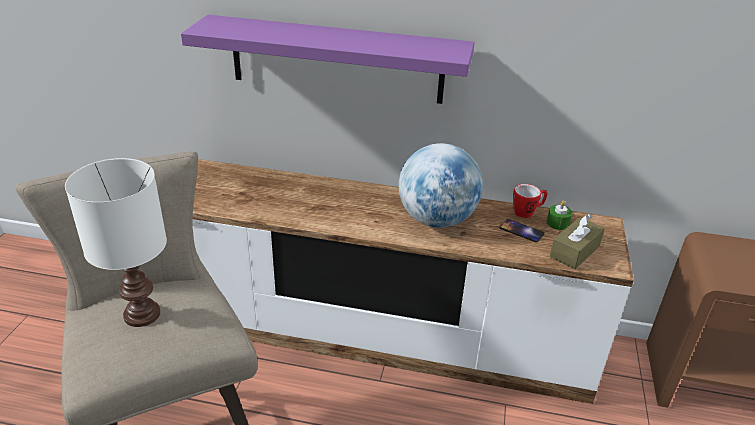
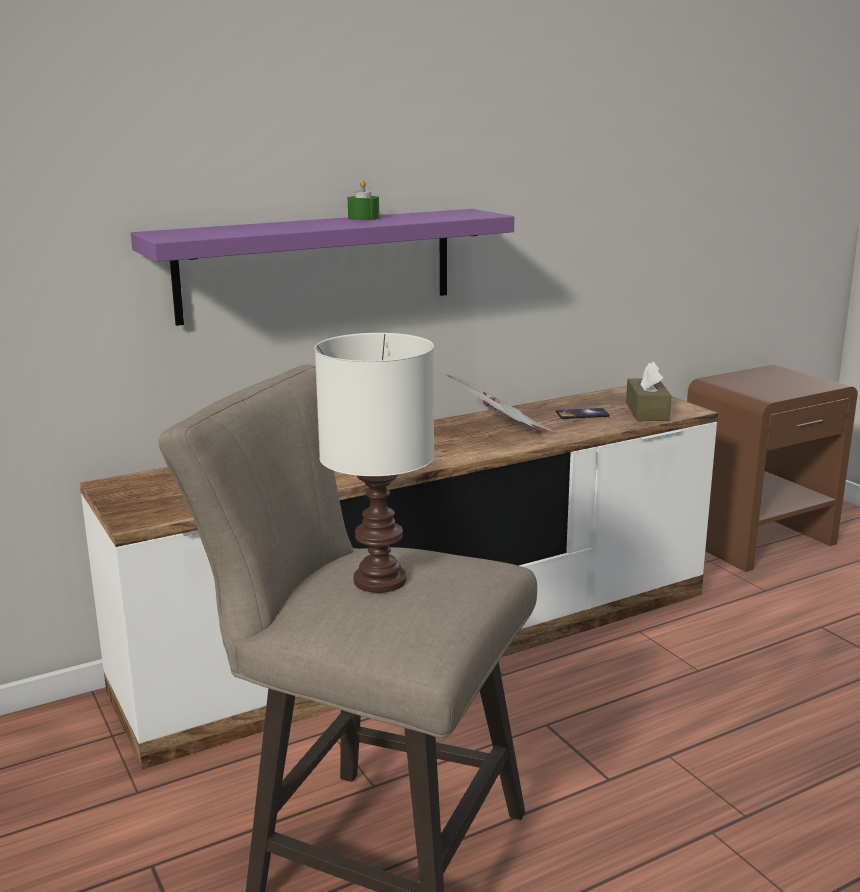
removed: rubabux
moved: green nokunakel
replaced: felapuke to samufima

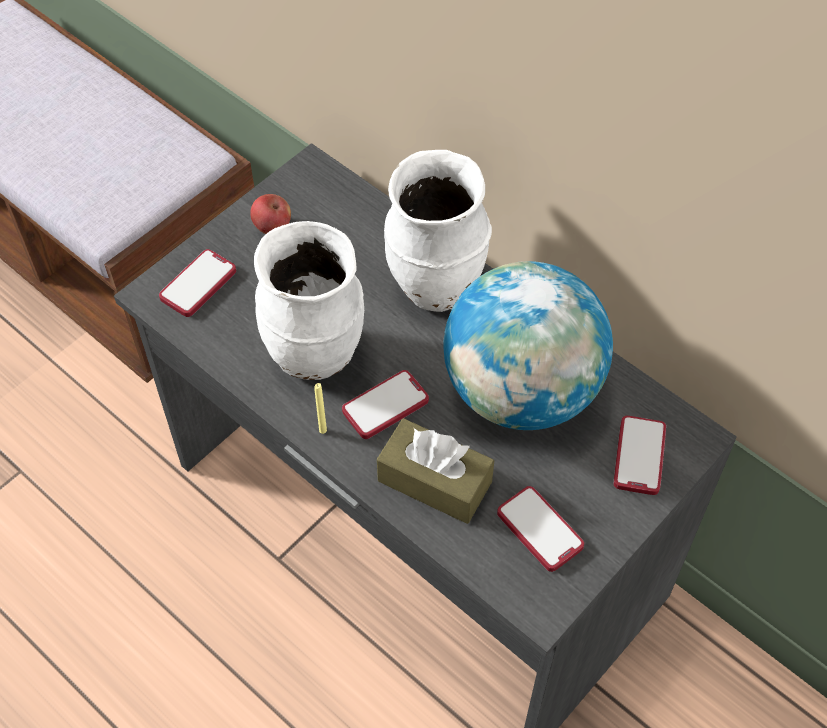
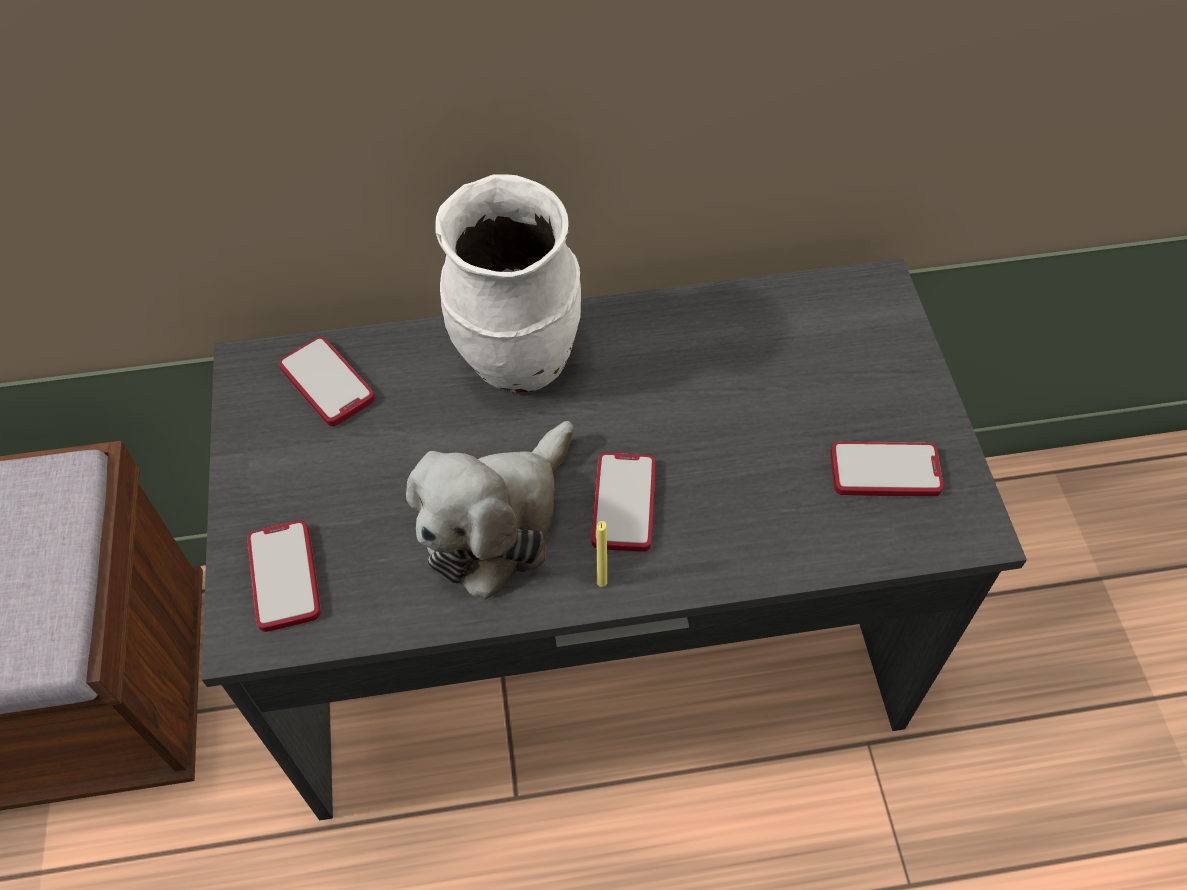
removed: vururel; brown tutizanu; felapuke
moved: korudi (4th from left in the first image) to korudi (2nd from left)
replaced: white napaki (1st from left) to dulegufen

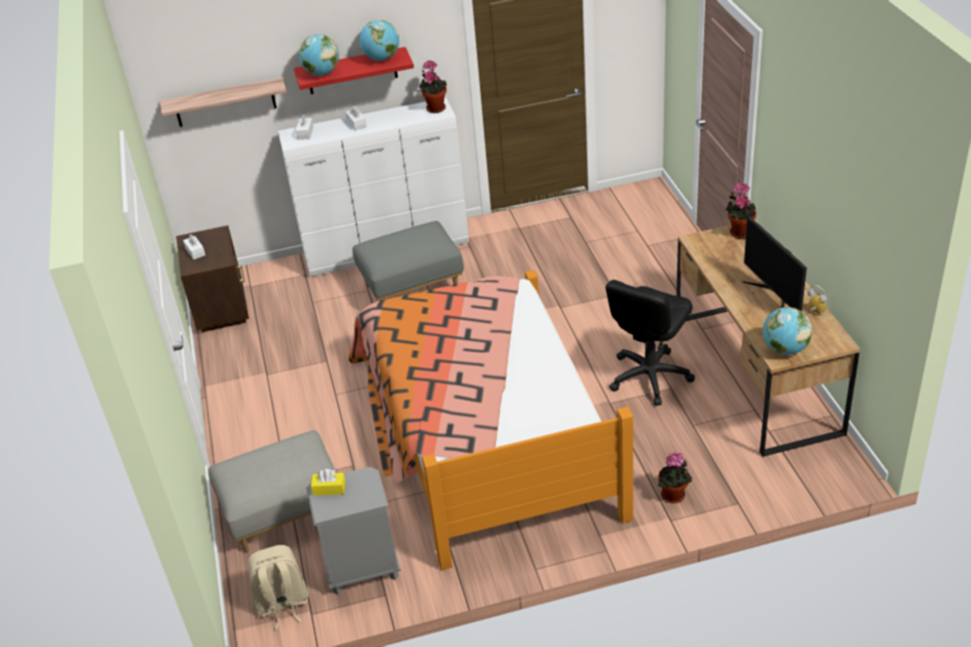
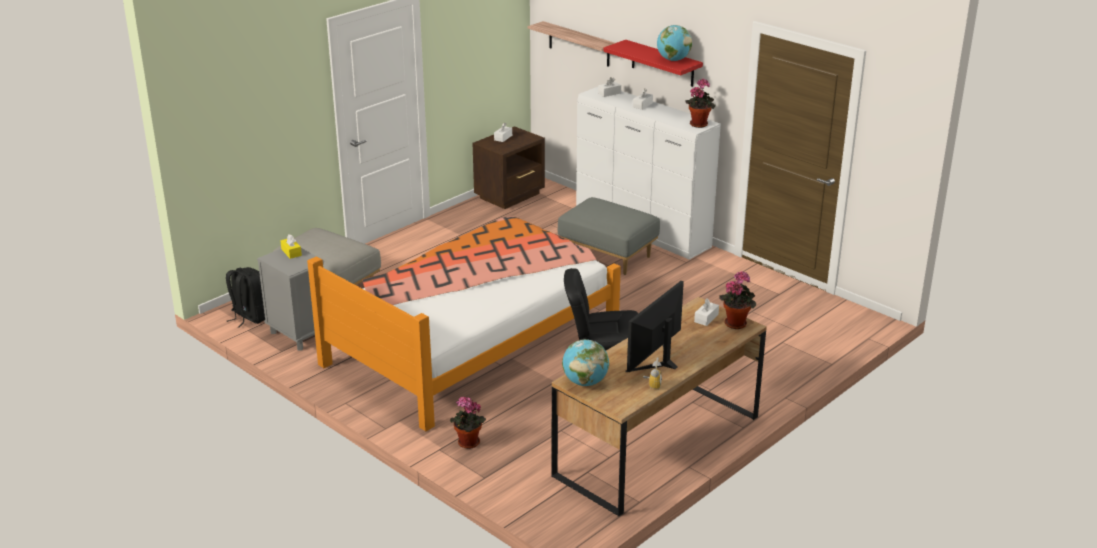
removed: felapuke (1st from left)
added: white tutizanu (4th from left)
recoloured: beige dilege to black dilege

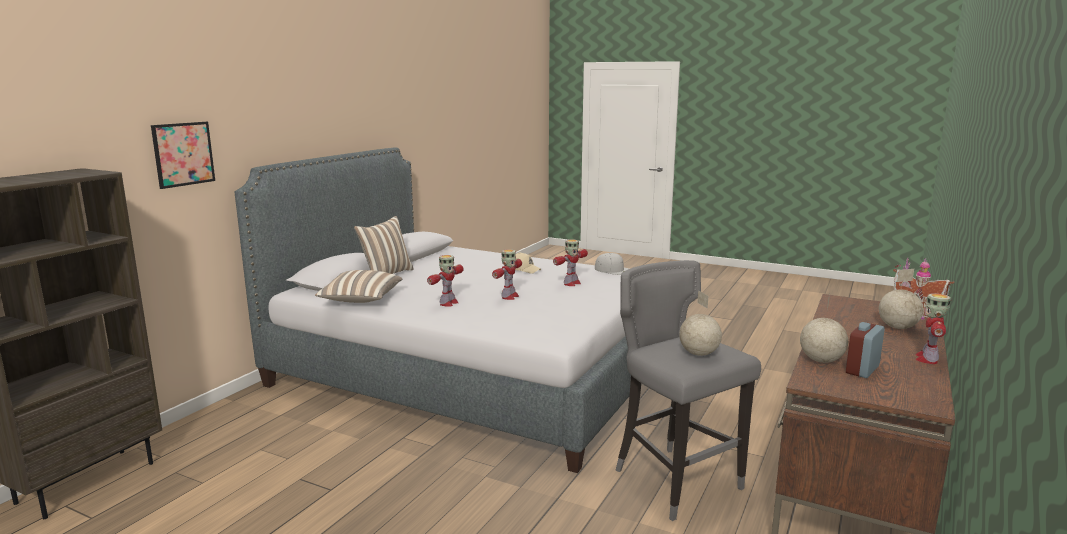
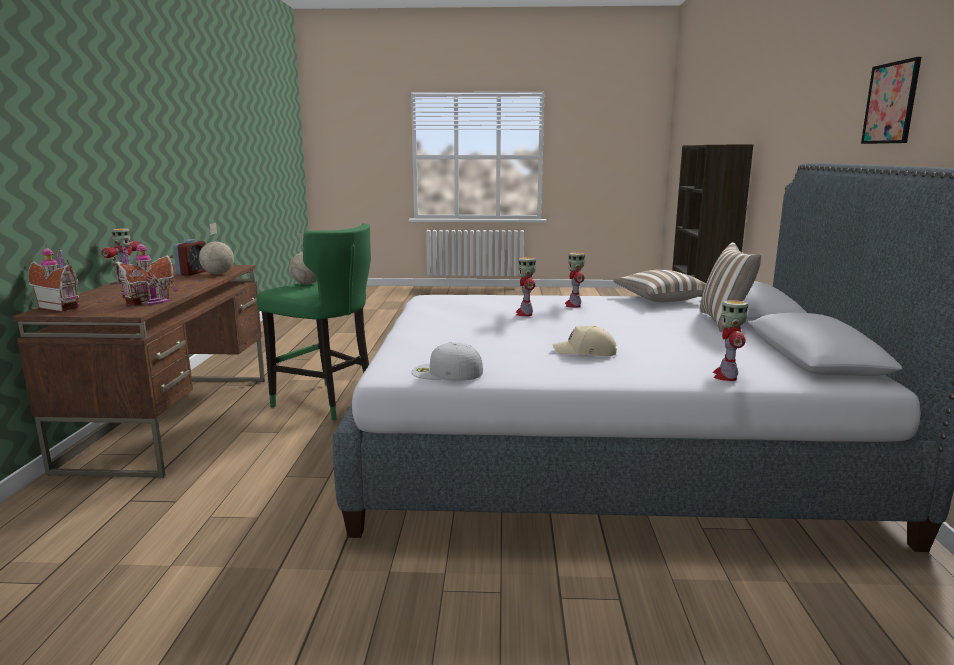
removed: felapuke (3rd from left)
added: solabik (2nd from left)
moved: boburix; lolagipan (3rd from left in the first image) to lolagipan (4th from left)
recoloured: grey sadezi to green sadezi

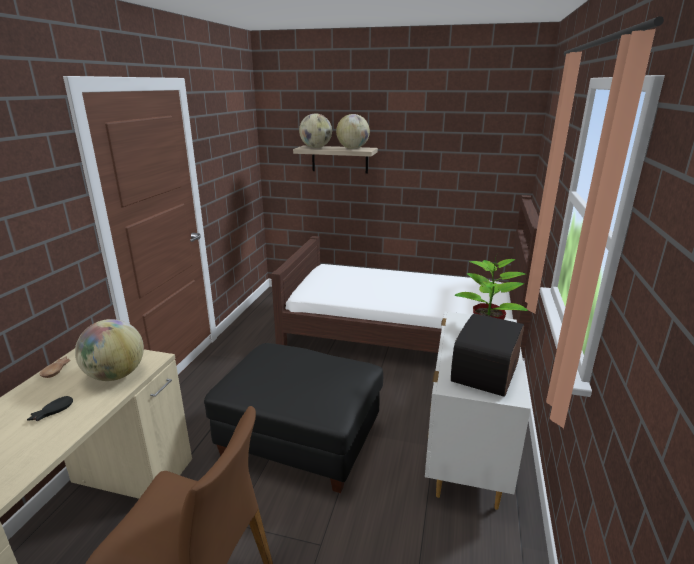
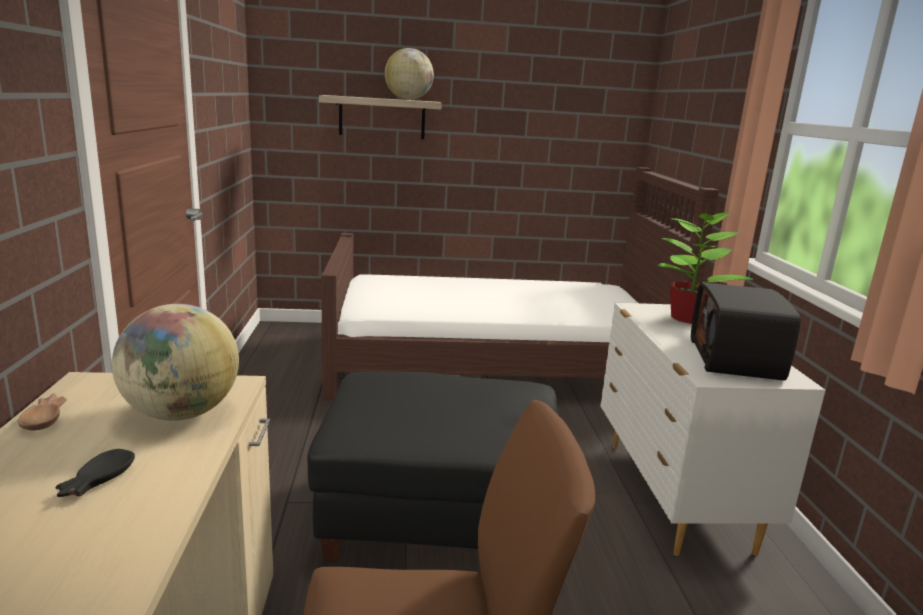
removed: felapuke (2nd from left)

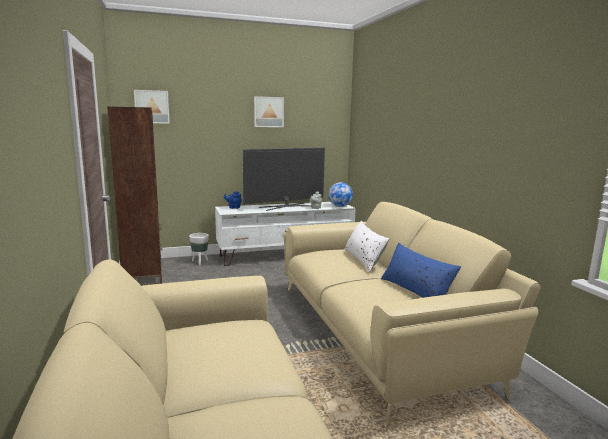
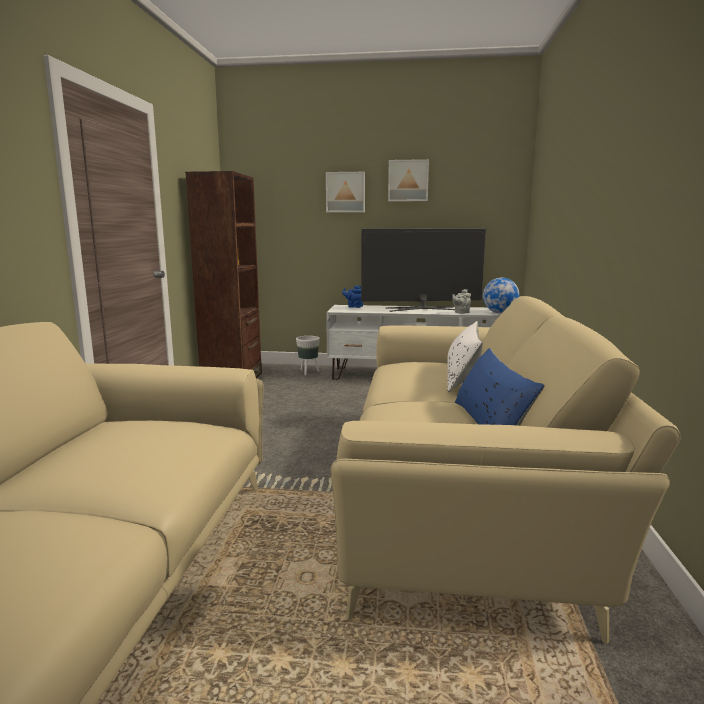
moved: boburix (1st from left)

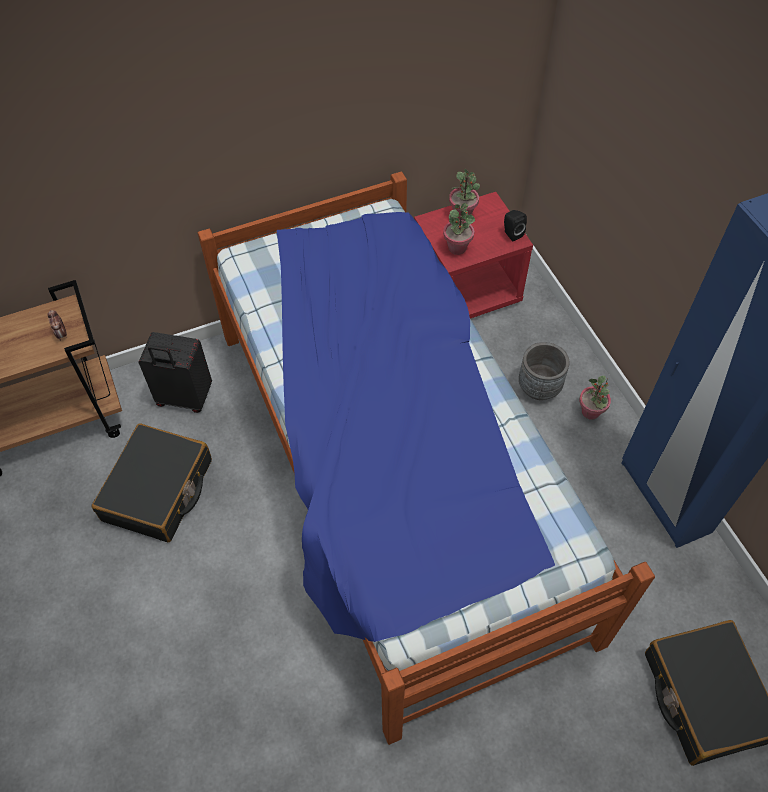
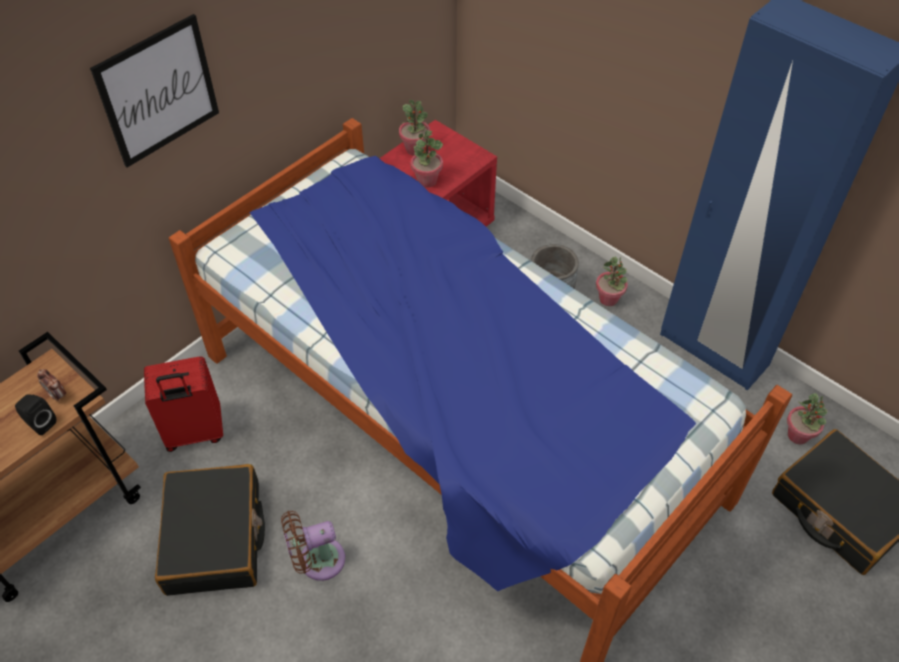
added: boburix; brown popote; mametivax (4th from left)
moved: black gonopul
recoloured: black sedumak (2nd from left) to red sedumak

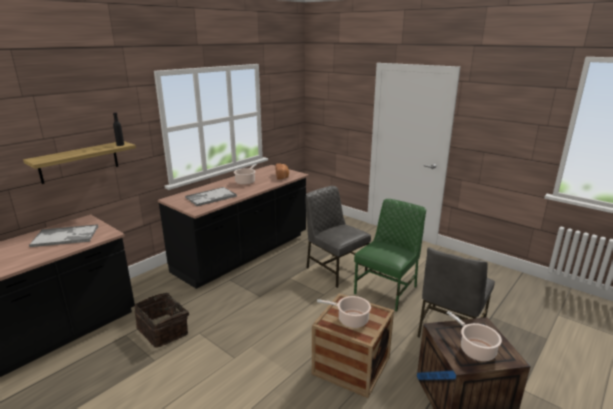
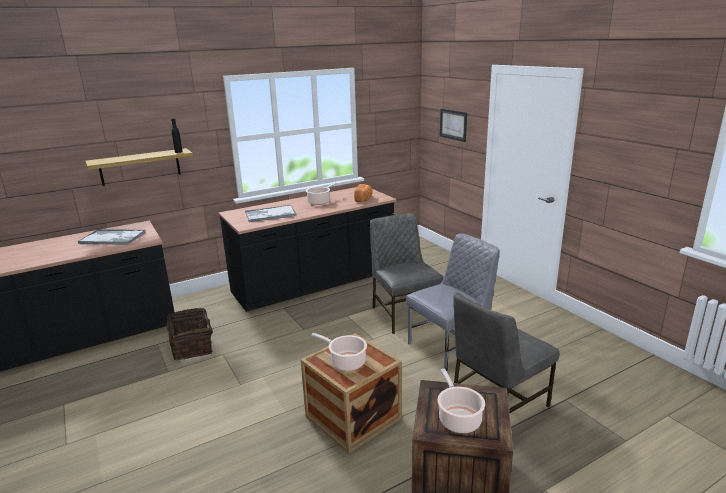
added: boburix
recoloured: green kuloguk to grey kuloguk (2nd from left)

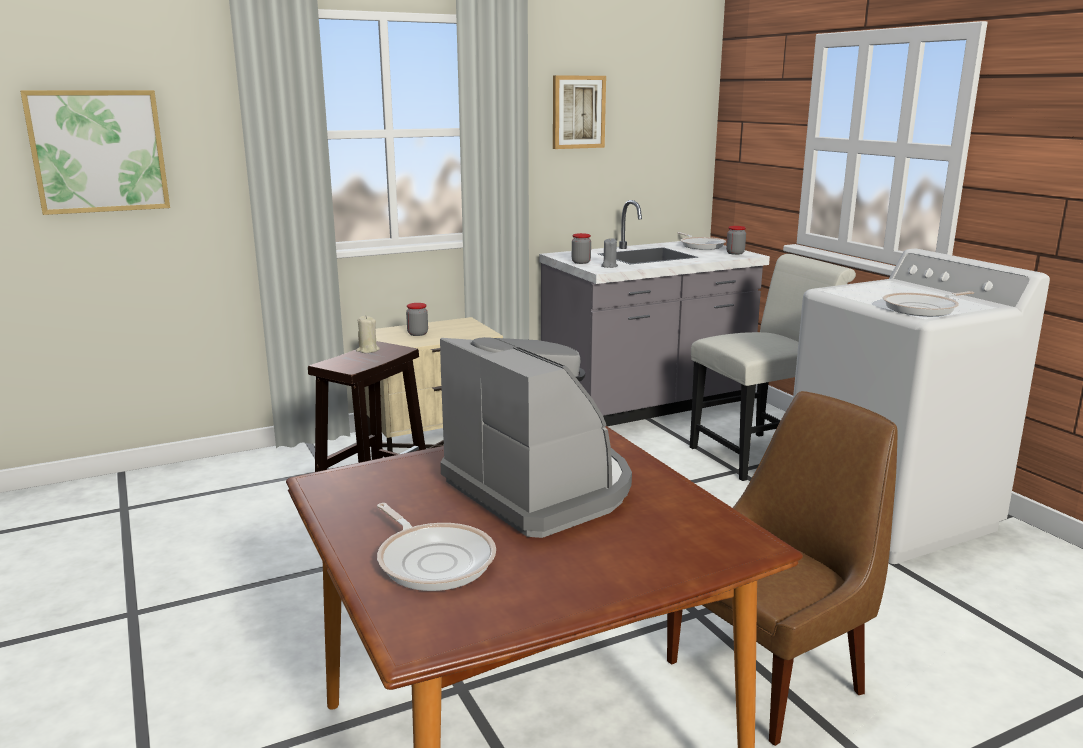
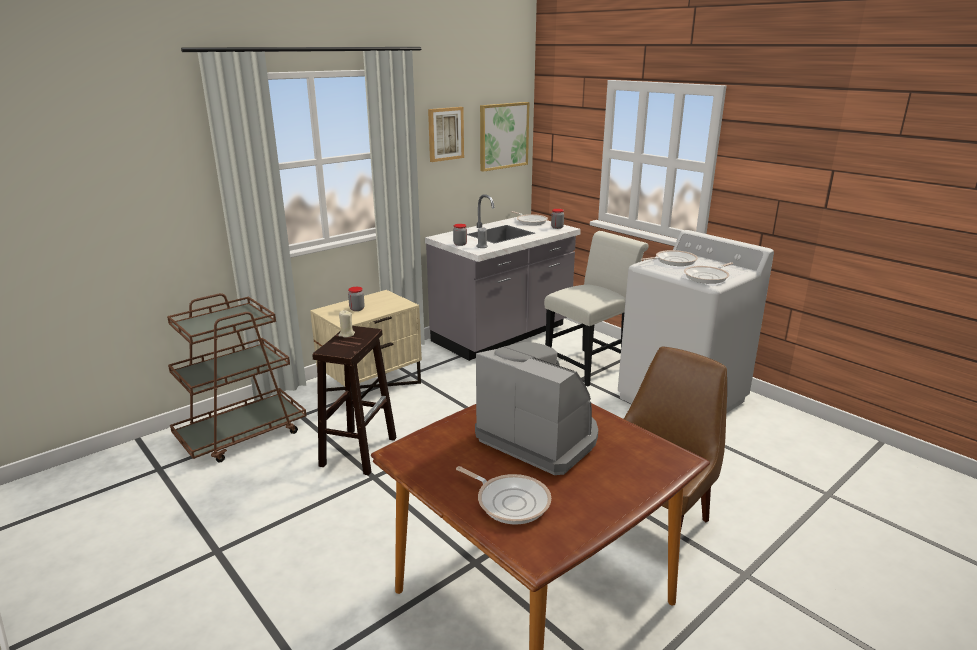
added: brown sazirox; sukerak (3rd from left)
moved: boburix (1st from left in the first image) to boburix (2nd from left)

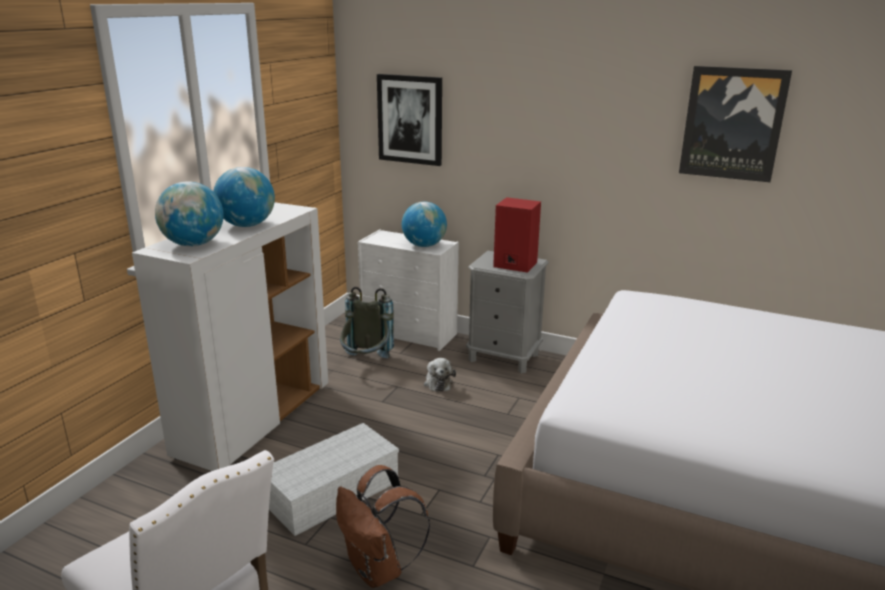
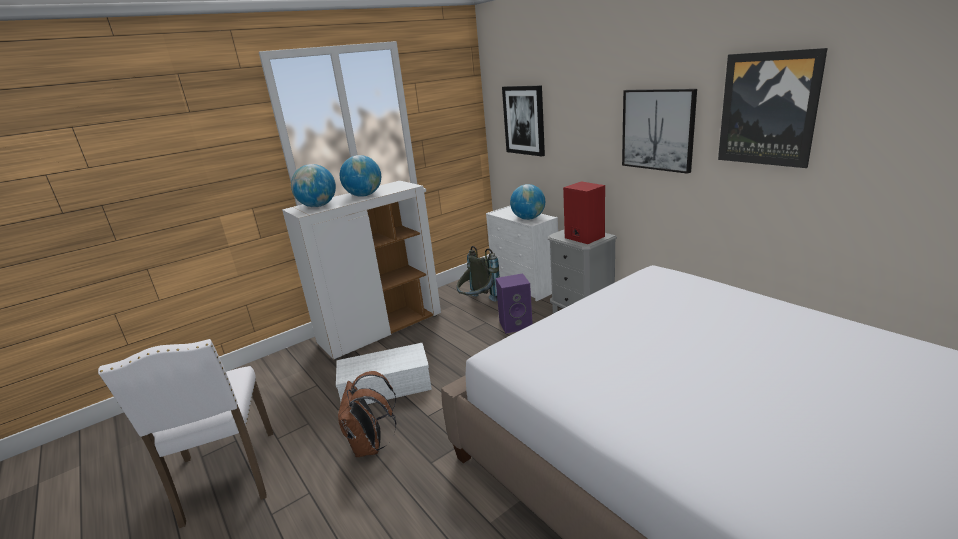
added: boburix (2nd from left)
replaced: dulegufen to purple gonopul

